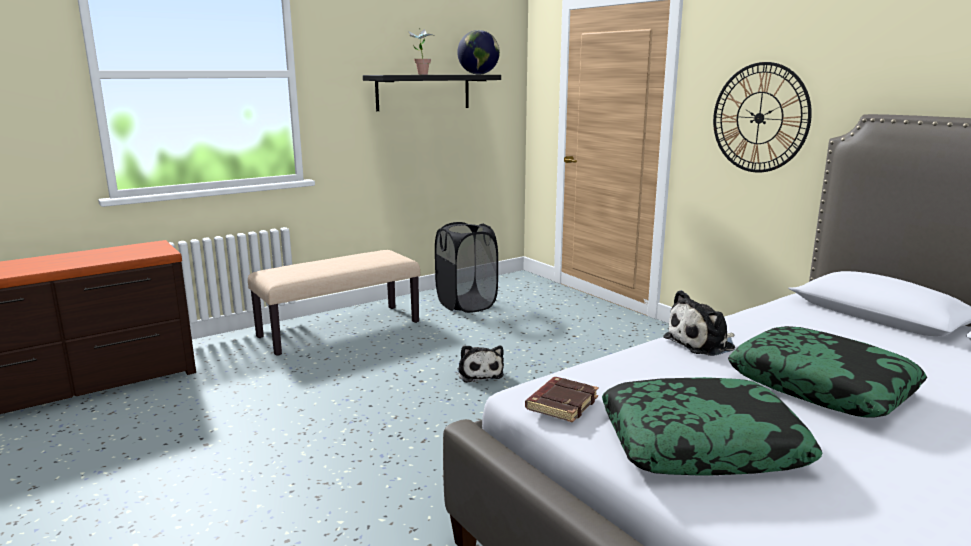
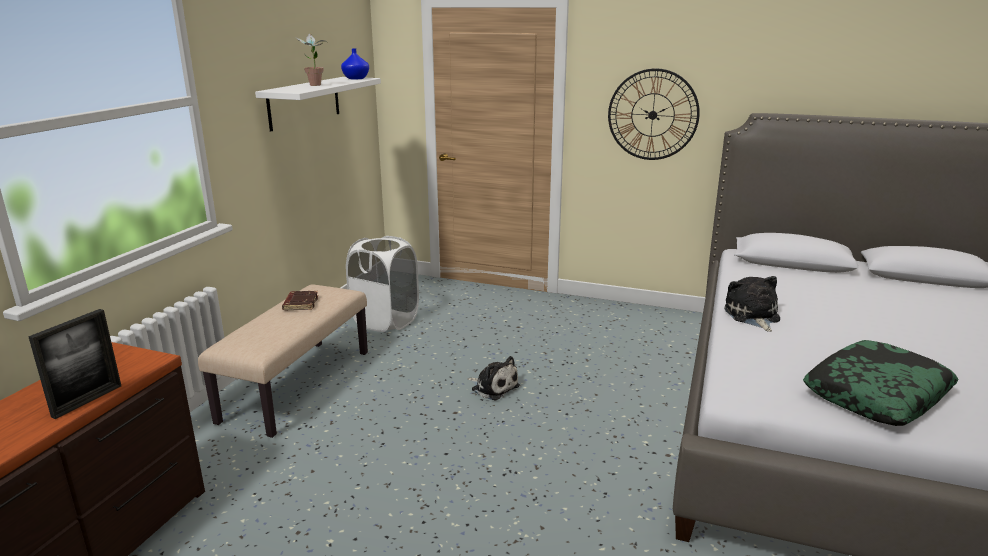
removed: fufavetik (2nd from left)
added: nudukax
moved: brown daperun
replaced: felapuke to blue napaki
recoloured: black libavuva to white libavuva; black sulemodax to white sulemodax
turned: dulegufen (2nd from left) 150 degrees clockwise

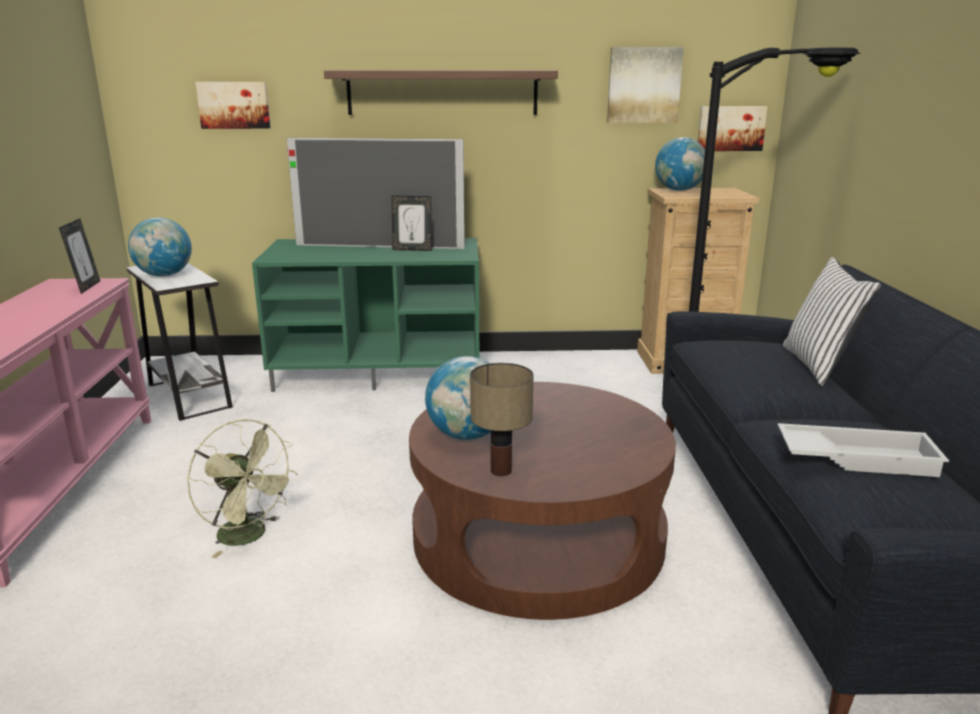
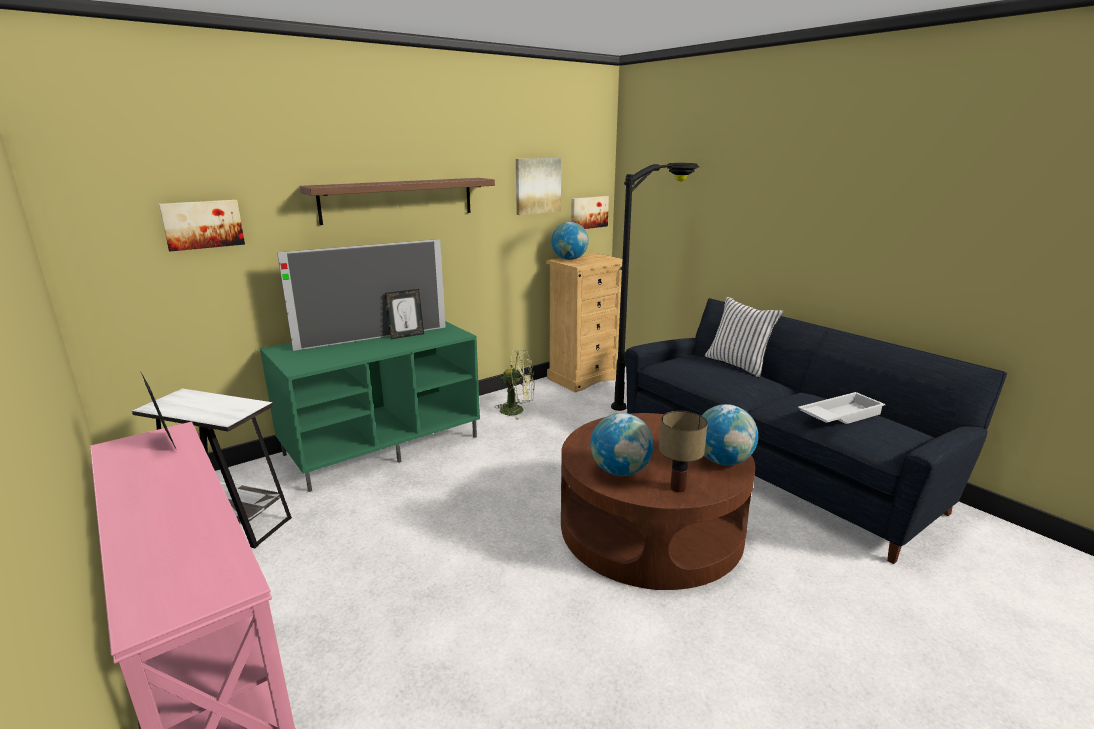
moved: felapuke (1st from left in the first image) to felapuke (3rd from left); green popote

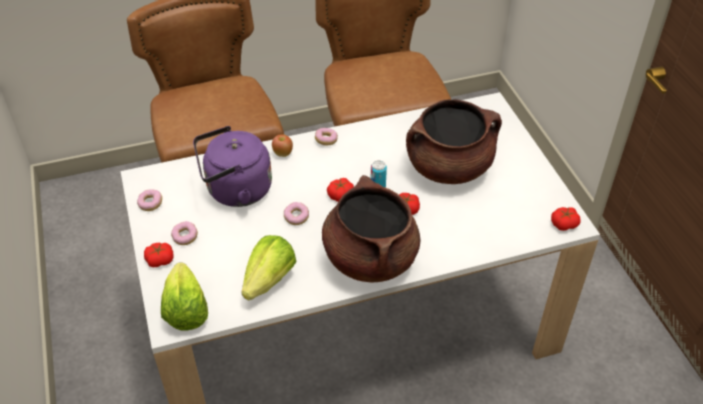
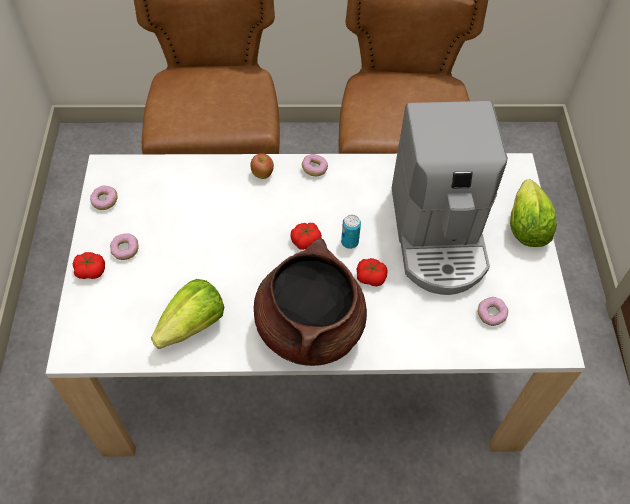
removed: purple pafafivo; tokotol (4th from left)
moved: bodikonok (1st from left in the first image) to bodikonok (2nd from left); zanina (3rd from left in the first image) to zanina (4th from left)
replaced: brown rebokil (2nd from left) to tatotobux

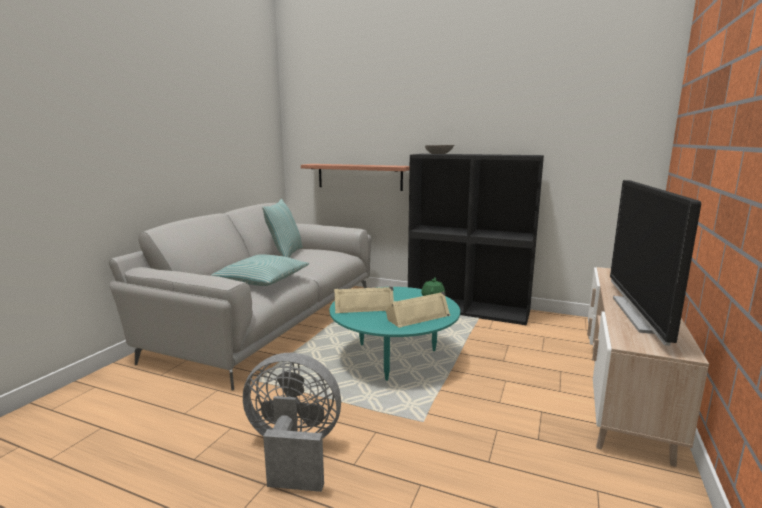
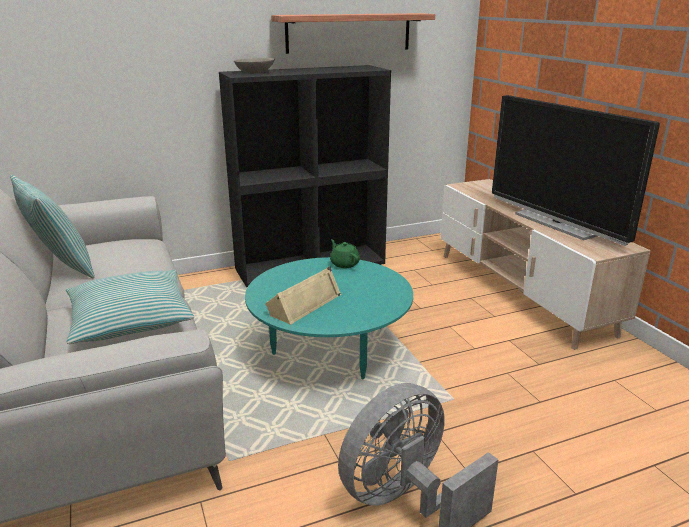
removed: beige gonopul (2nd from left)
moved: libavuva

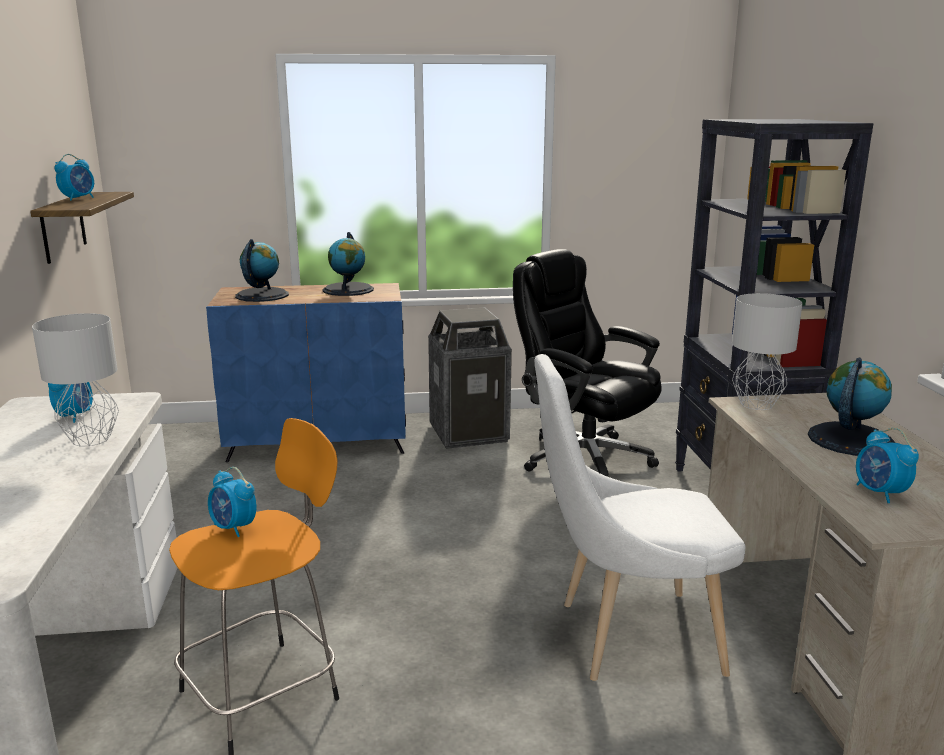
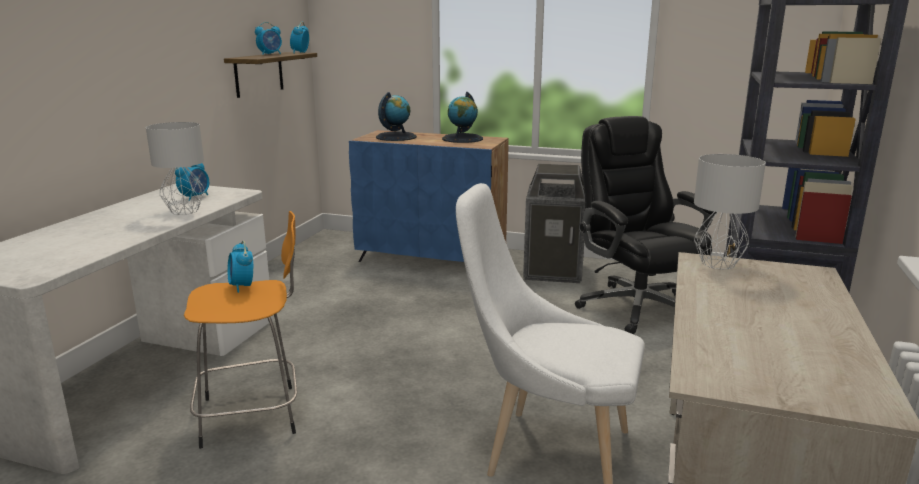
removed: felapuke (3rd from left)
moved: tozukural (4th from left)

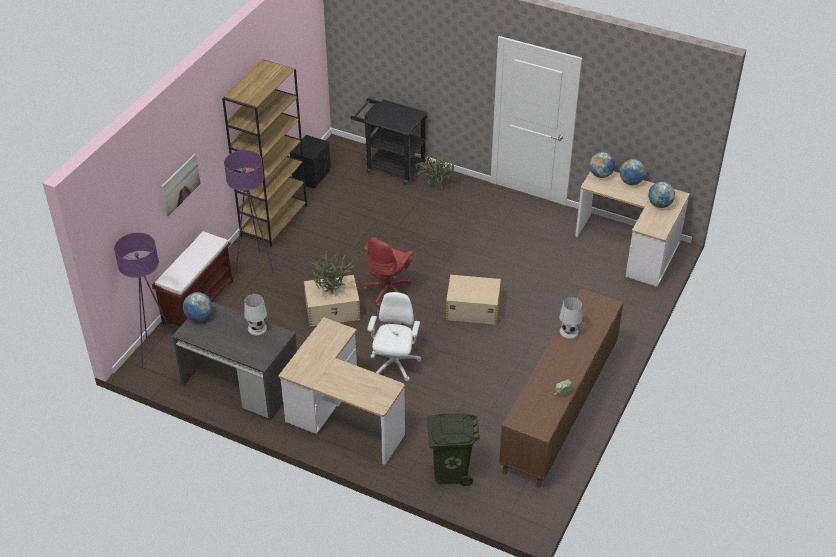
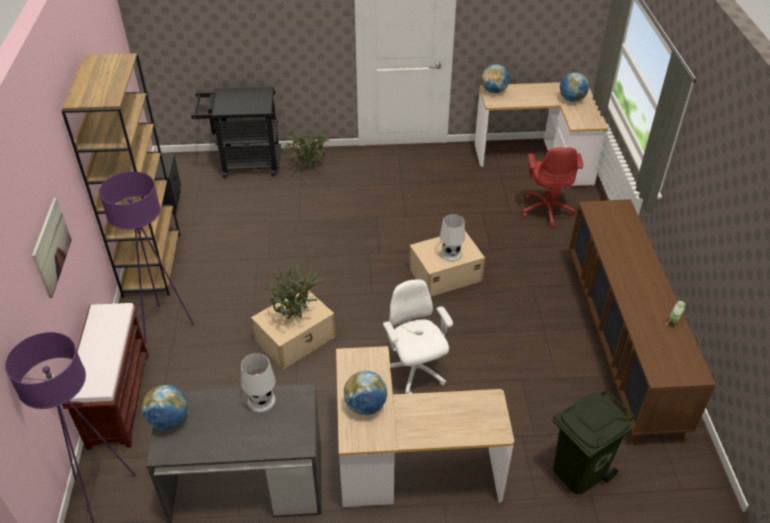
moved: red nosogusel; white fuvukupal (2nd from left); felapuke (3rd from left in the first image) to felapuke (2nd from left)

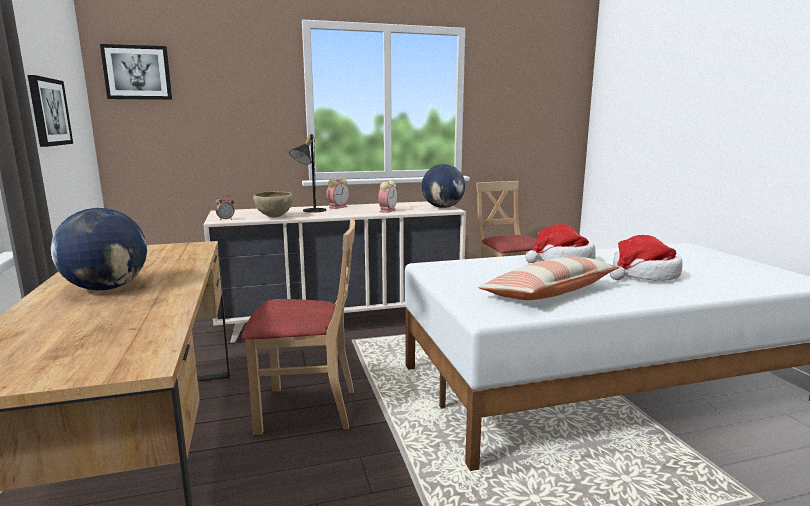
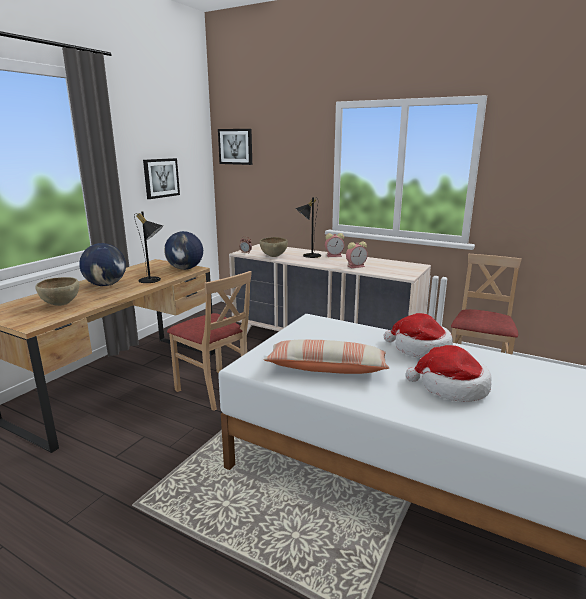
added: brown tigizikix (1st from left); black fuvukupal (1st from left)
moved: felapuke (2nd from left)

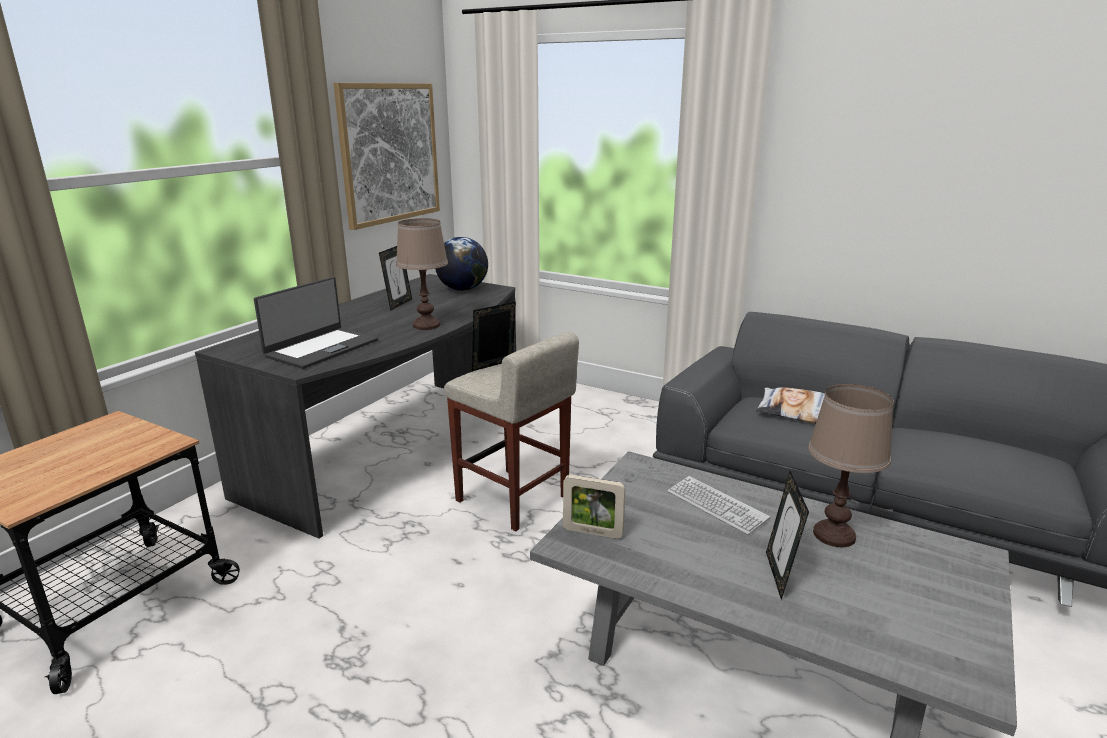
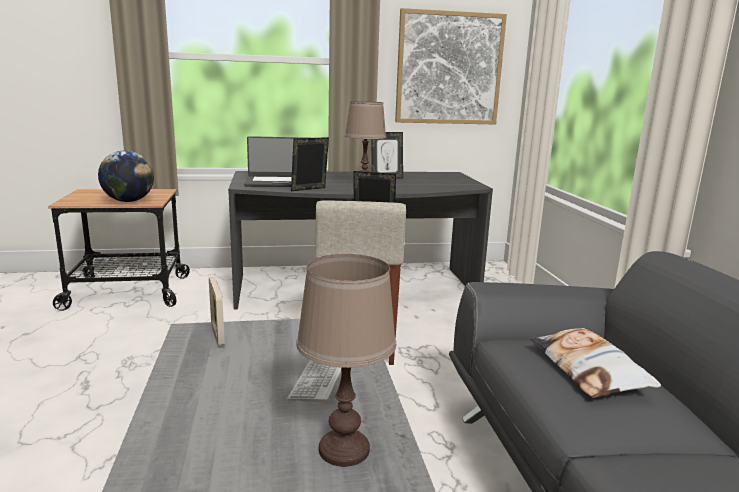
moved: felapuke; nudukax (4th from left in the first image) to nudukax (2nd from left)

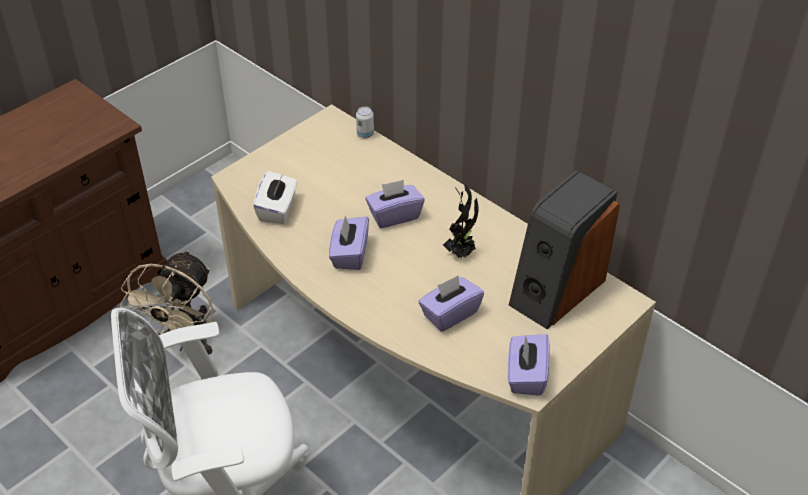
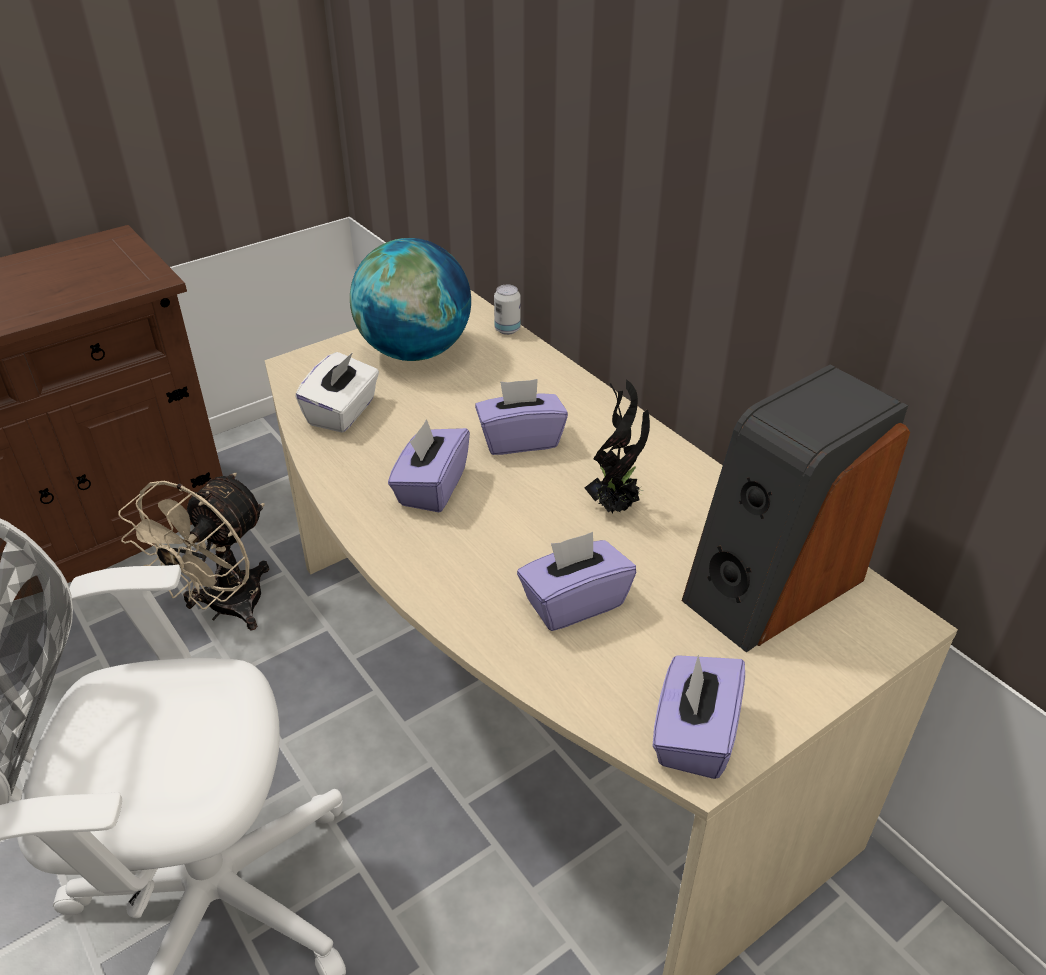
added: felapuke

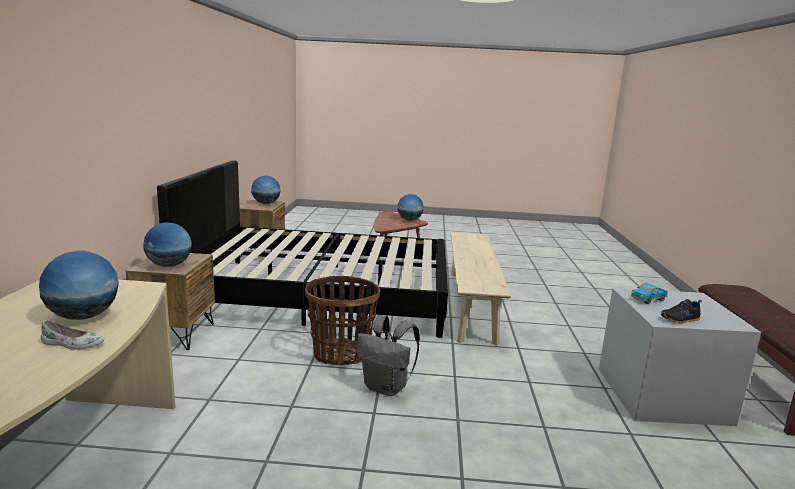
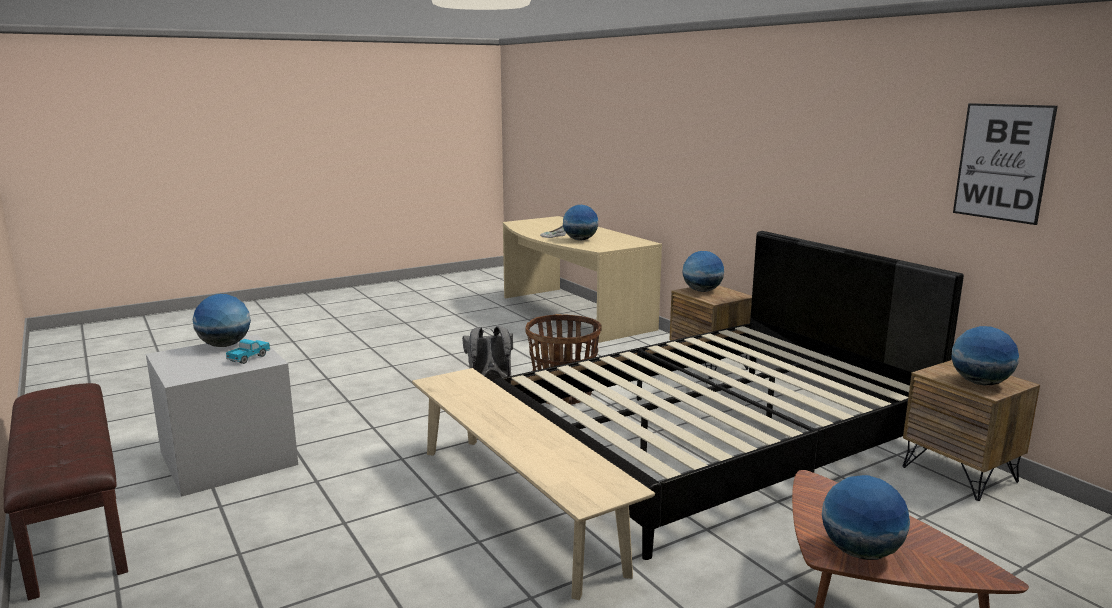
added: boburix
replaced: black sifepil to felapuke (1st from left)

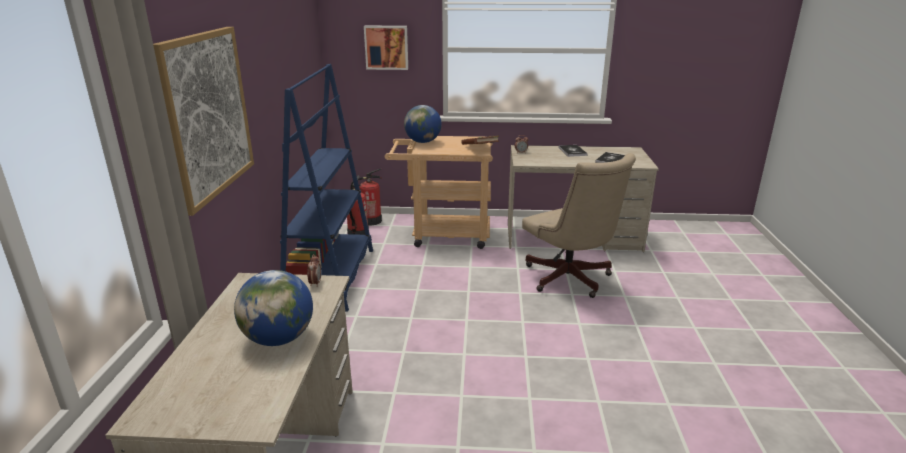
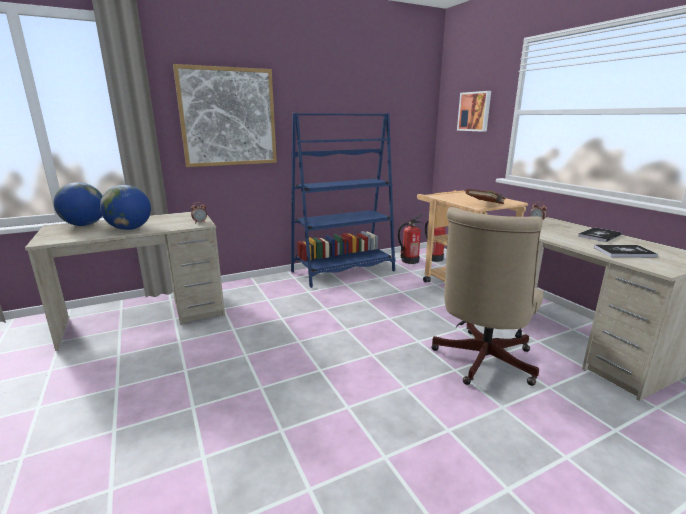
moved: felapuke (2nd from left in the first image) to felapuke (1st from left)

